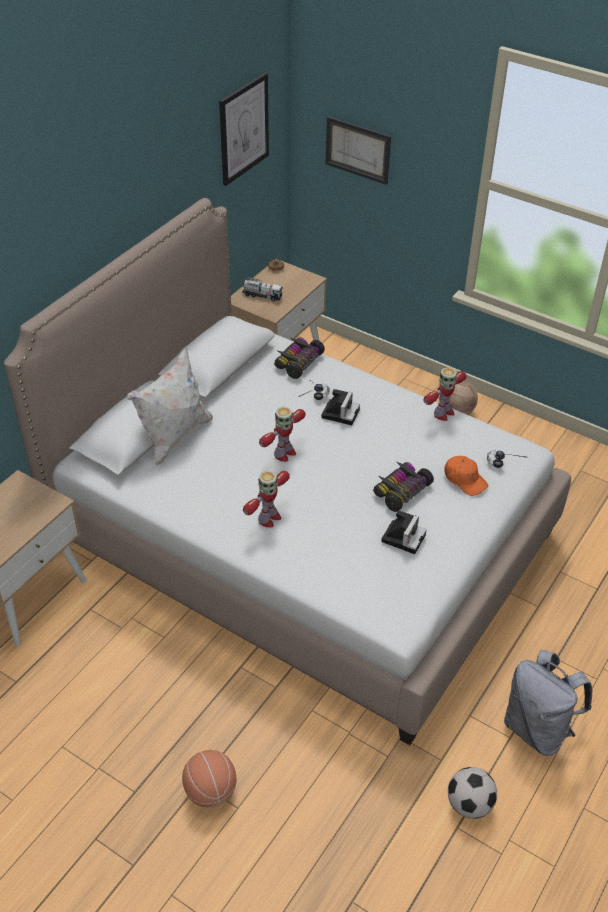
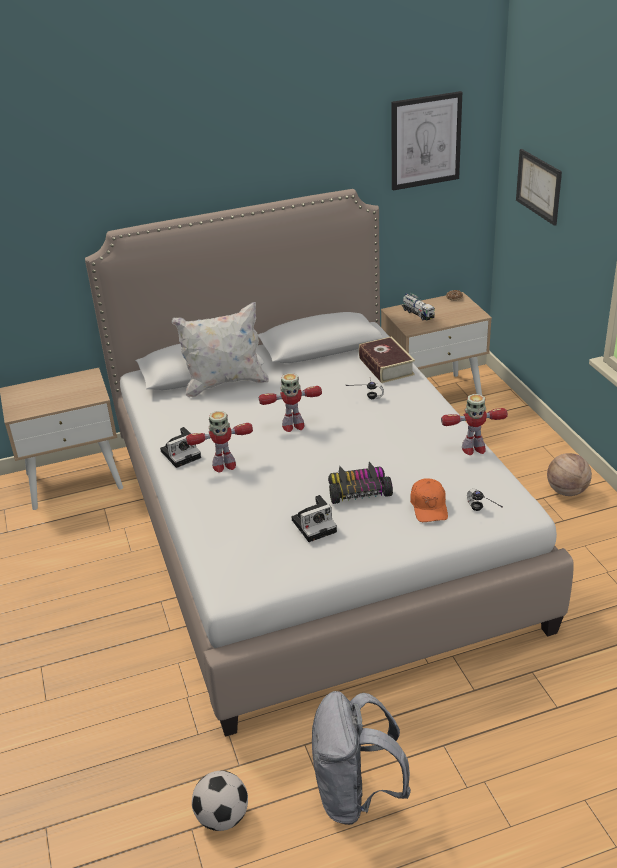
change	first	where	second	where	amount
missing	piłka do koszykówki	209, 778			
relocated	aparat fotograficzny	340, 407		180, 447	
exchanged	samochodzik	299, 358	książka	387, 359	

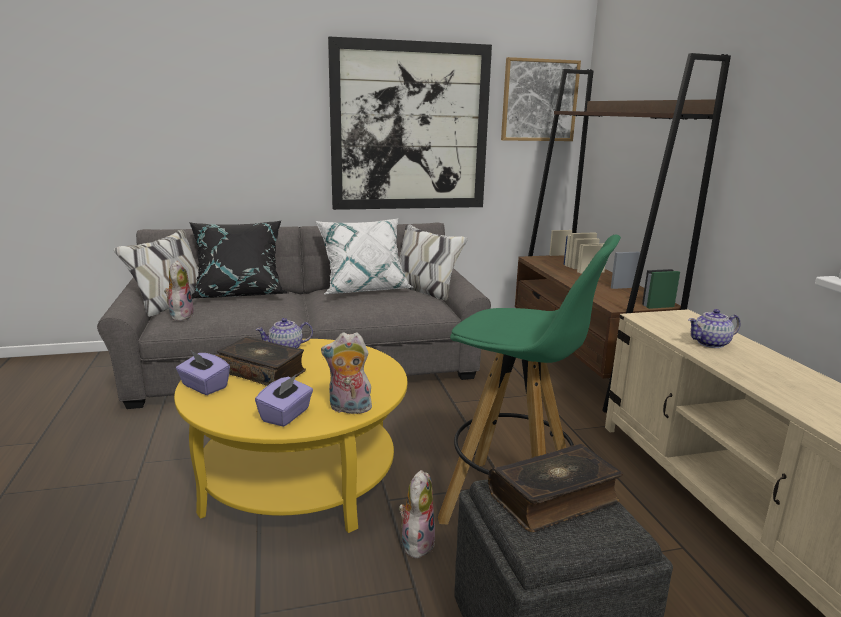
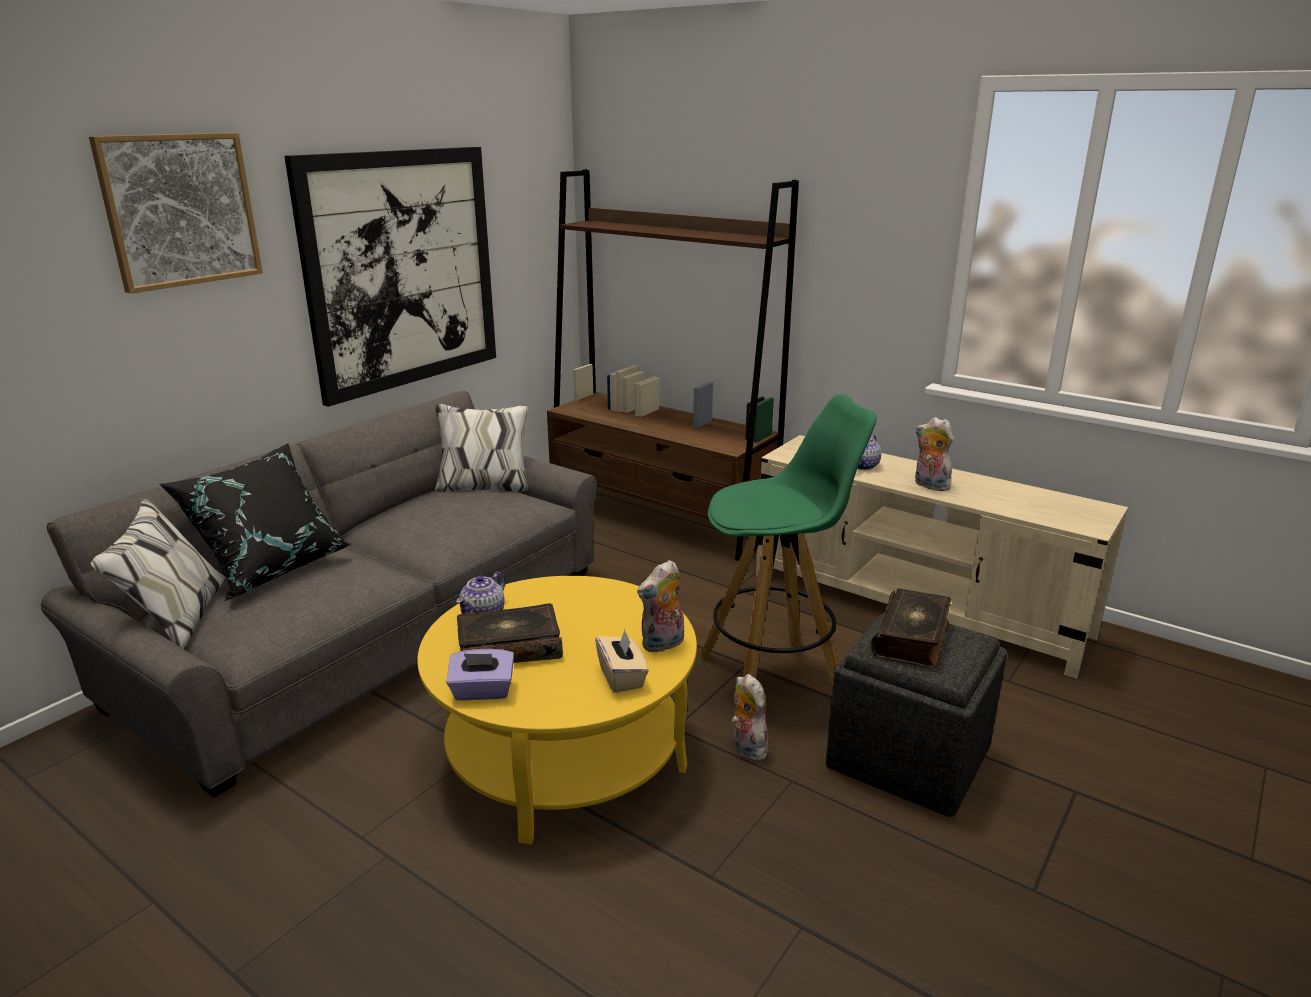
change	first	where	second	where	amount
missing	poduszka (biały)	364, 256			
relocated	pluszak	179, 291		934, 454	
relocated	obraz	541, 99		176, 213	
colour	pudełko chusteczek (fioletowy)	284, 401	pudełko chusteczek (beżowy)	622, 661	

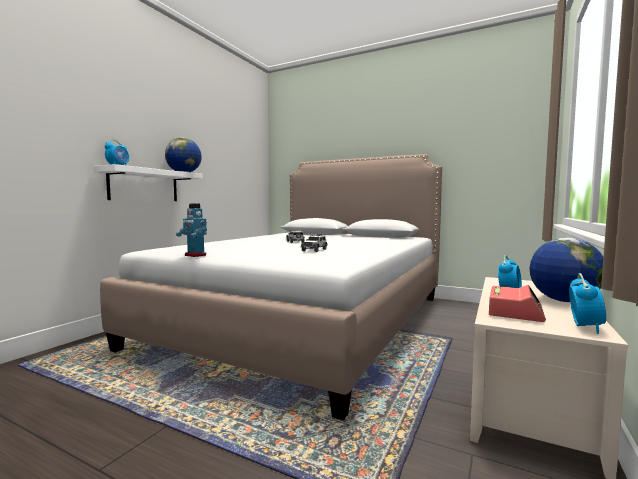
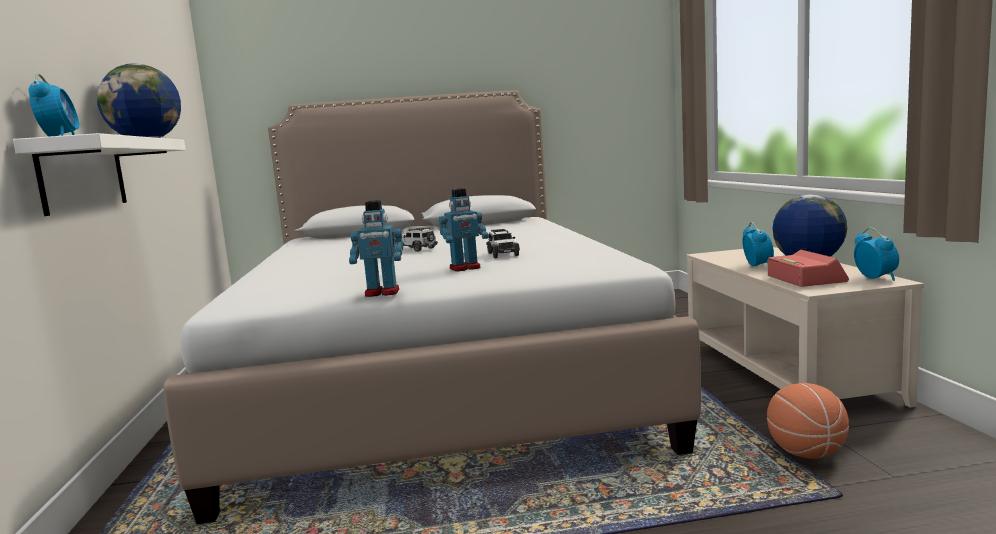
change	first	where	second	where	amount
appeared			robot zabawkowy	464, 229	
appeared			piłka do koszykówki	808, 421	

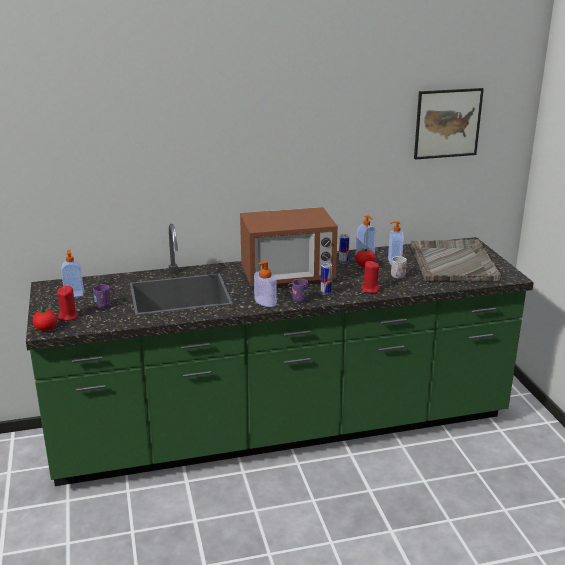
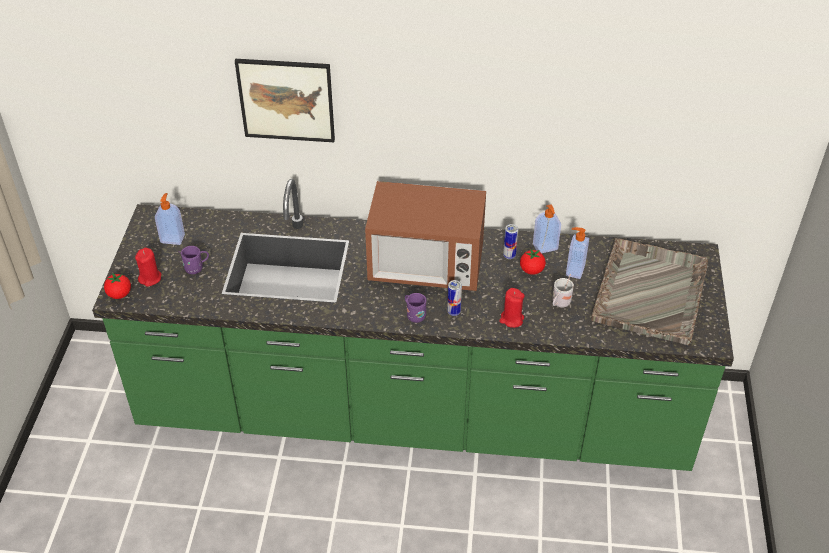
change	first	where	second	where	amount
missing	dozownik mydła	265, 284			
relocated	obraz	449, 124		285, 100	

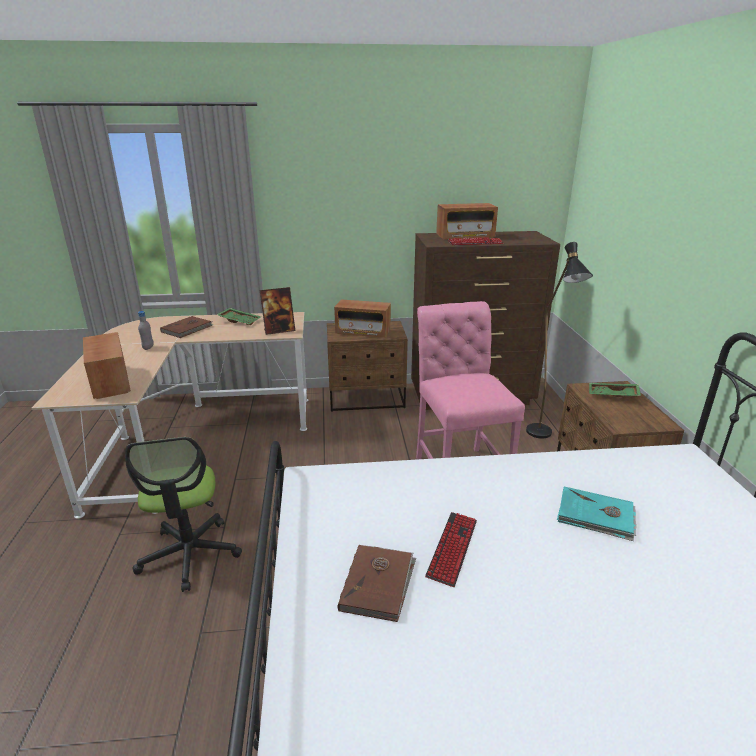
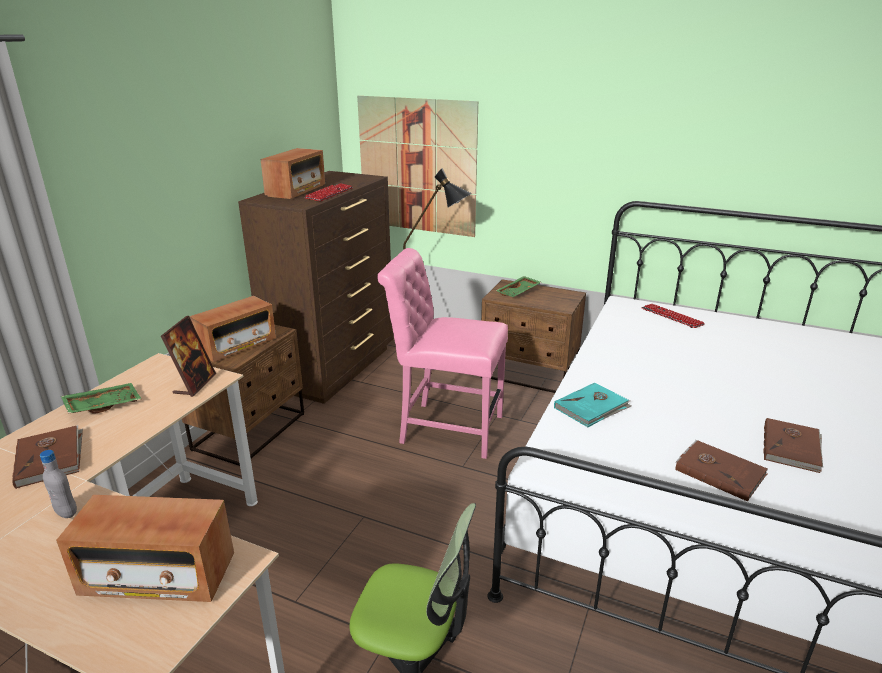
change	first	where	second	where	amount
appeared			obraz	417, 166	
appeared			książka (brązowy)	793, 445	
relocated	klawiatura	451, 549		673, 316	
relocated	książka (turkusowy)	596, 514		592, 405	

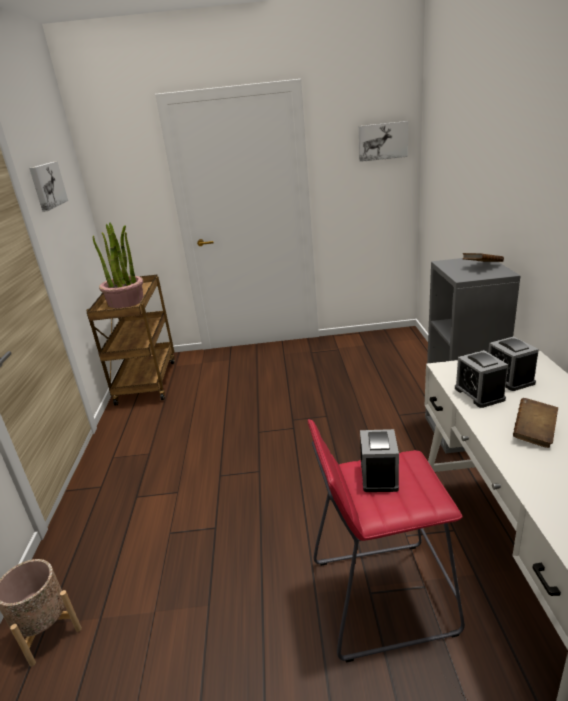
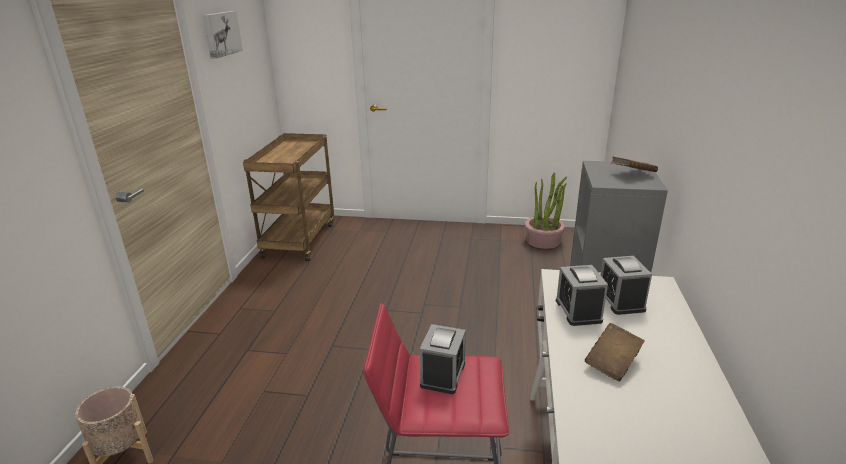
change	first	where	second	where	amount
missing	obraz	383, 141			
relocated	roślina doniczkowa	118, 265		546, 211	

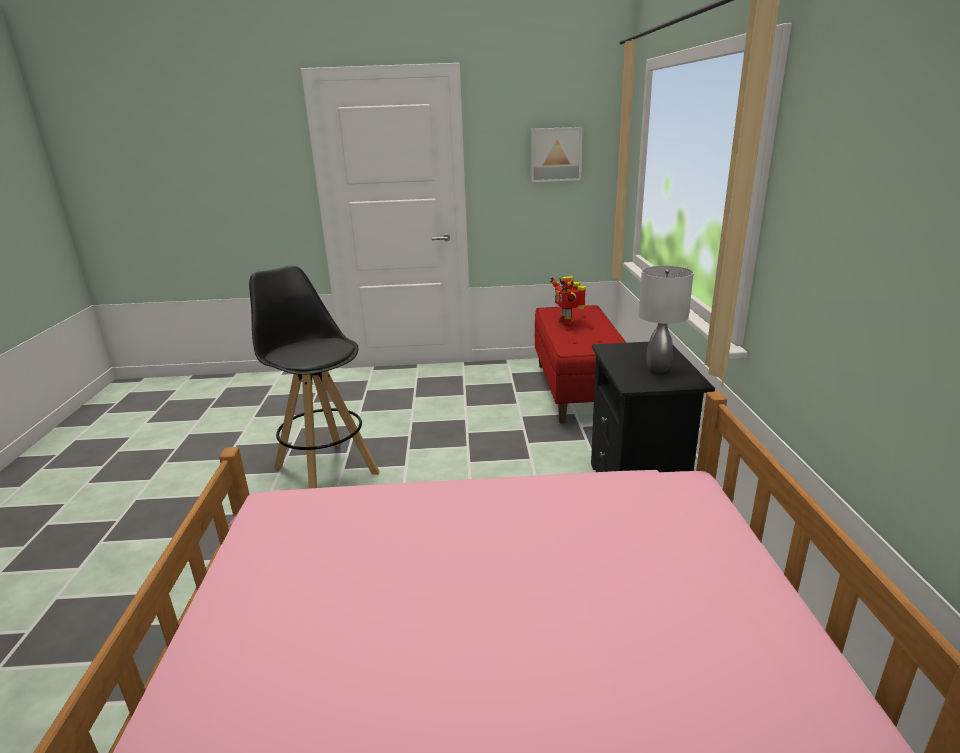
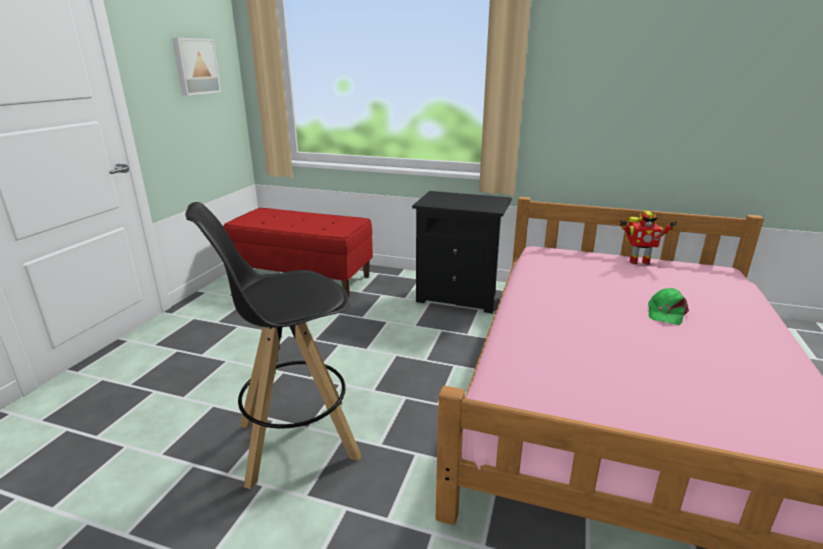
change	first	where	second	where	amount
missing	lampa stołowa (szary)	666, 319			
appeared			czapka z daszkiem (zielony)	668, 306	
relocated	robot zabawkowy	568, 300		648, 238	

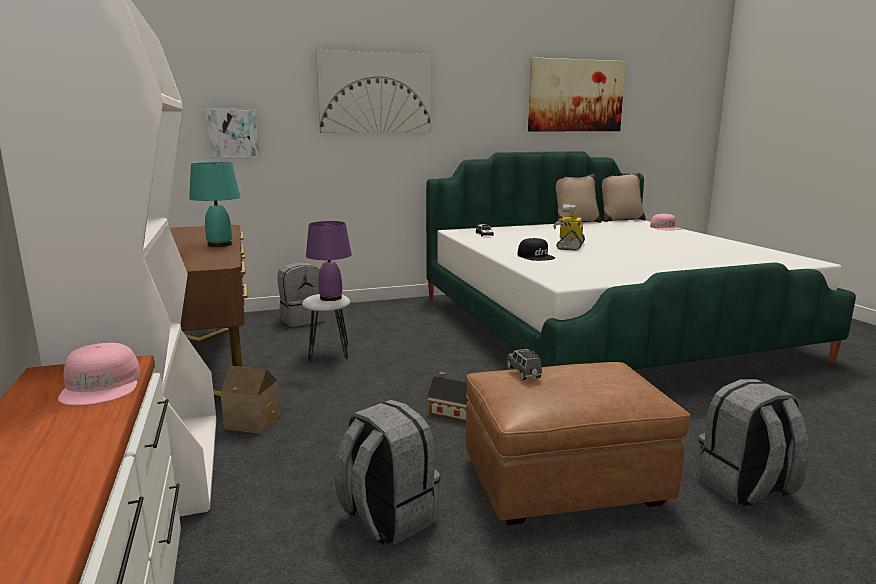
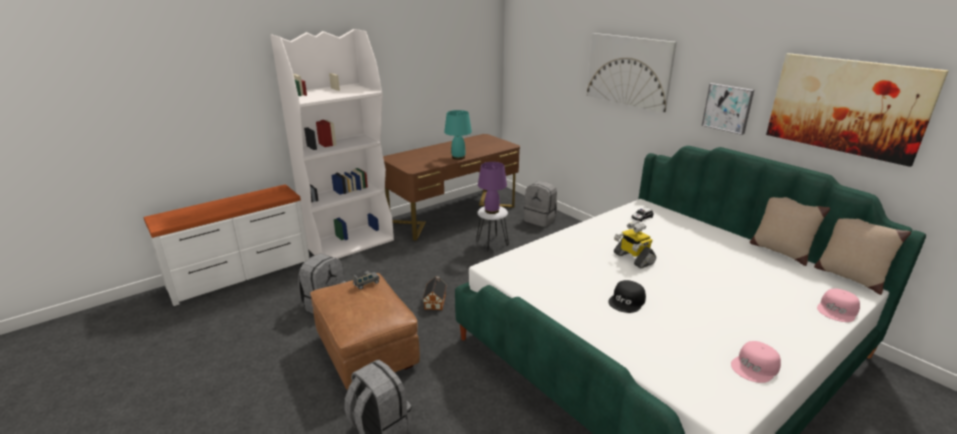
change	first	where	second	where	amount
missing	domek	250, 400			
relocated	czapka z daszkiem (różowy)	99, 374		756, 362	
relocated	obraz	233, 133		728, 109	
relocated	czapka z daszkiem (czarny)	536, 249		627, 296	
spun	robot zabawkowy	569, 227		635, 244	120 degrees counterclockwise

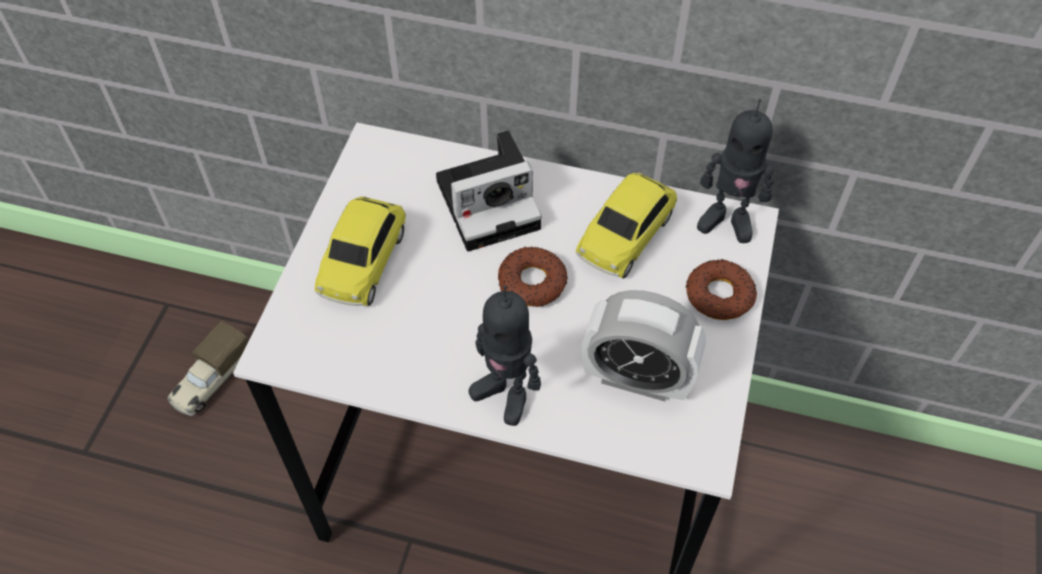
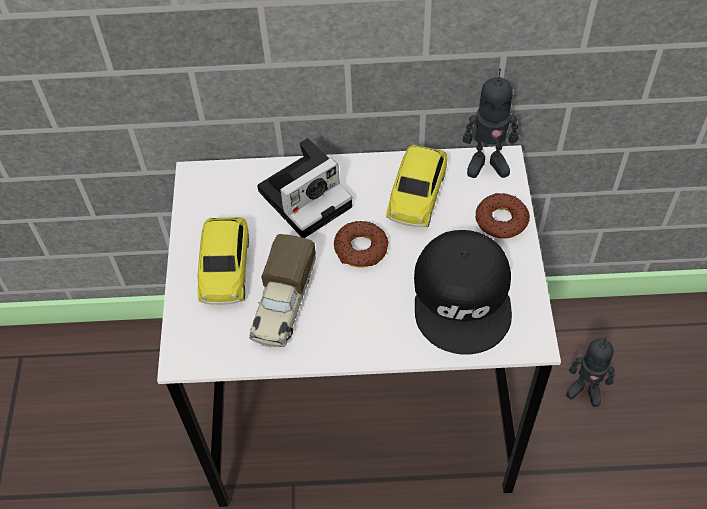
change	first	where	second	where	amount
relocated	ciężarówka zabawkowa	208, 368		282, 290	
relocated	robot zabawkowy	505, 355		590, 372	
exchanged	budzik	643, 345	czapka z daszkiem (czarny)	463, 292	

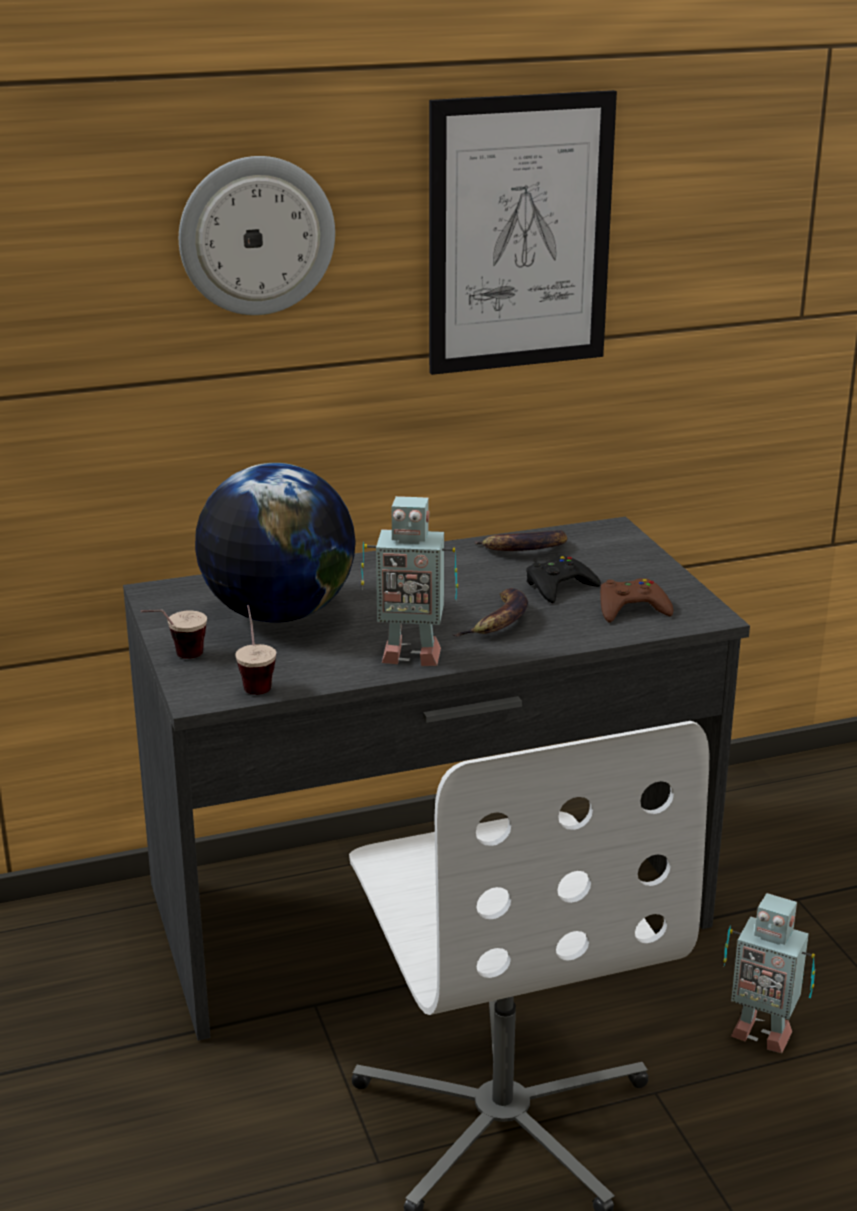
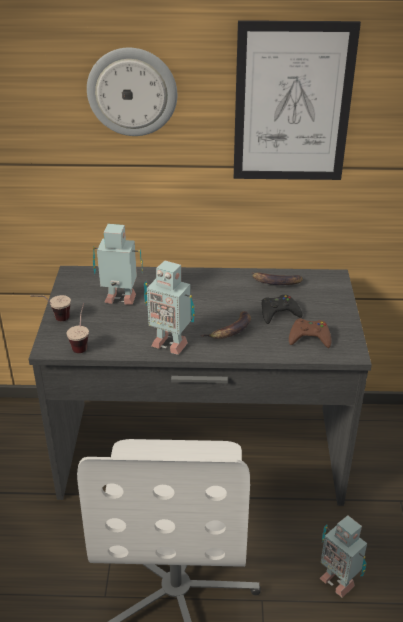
change	first	where	second	where	amount
exchanged	globus	275, 543	robot zabawkowy	118, 264	

